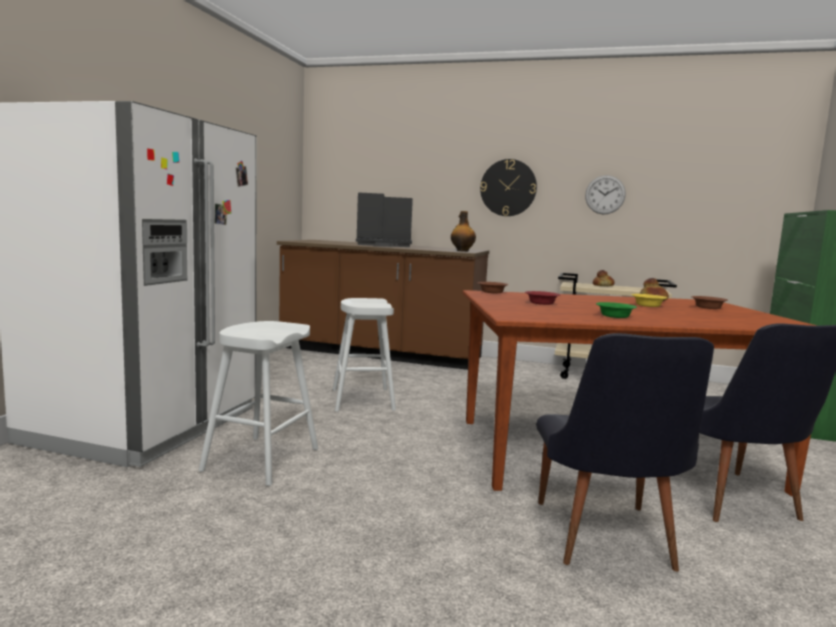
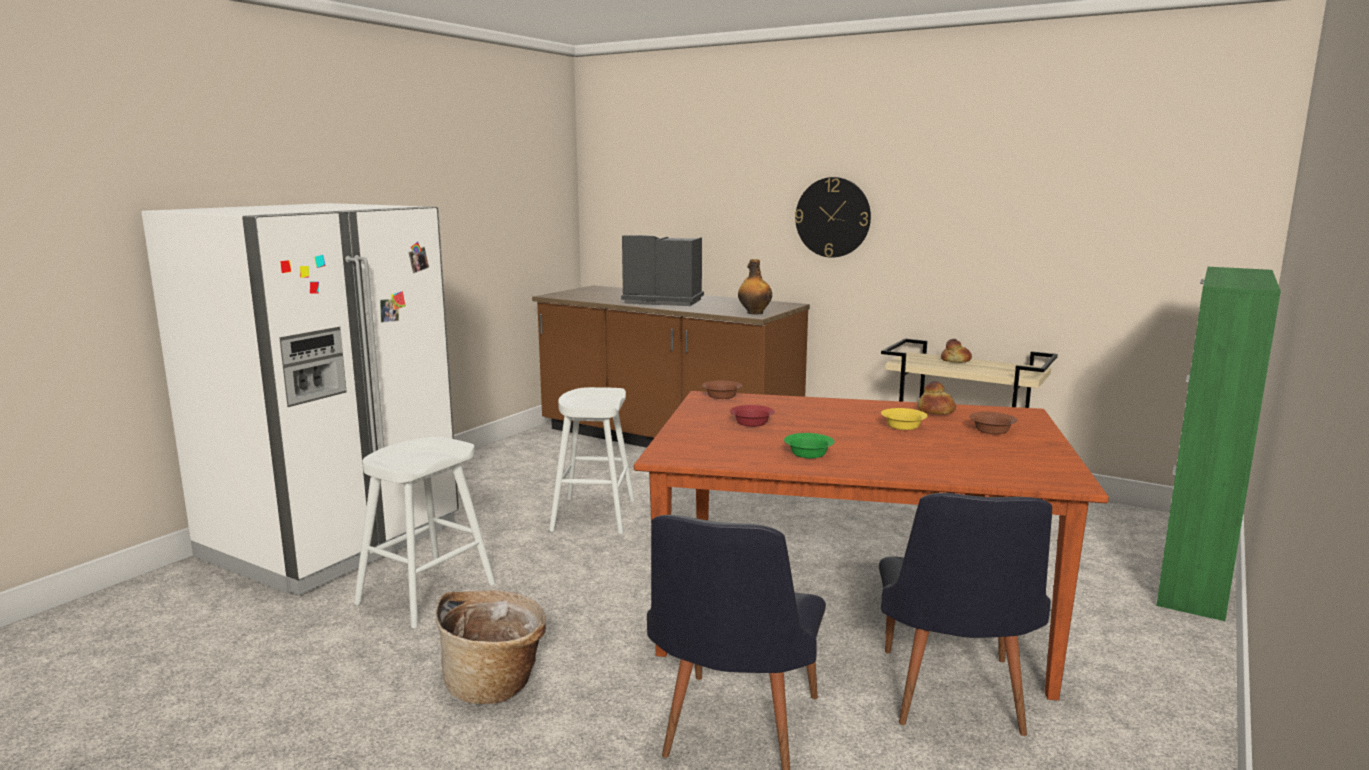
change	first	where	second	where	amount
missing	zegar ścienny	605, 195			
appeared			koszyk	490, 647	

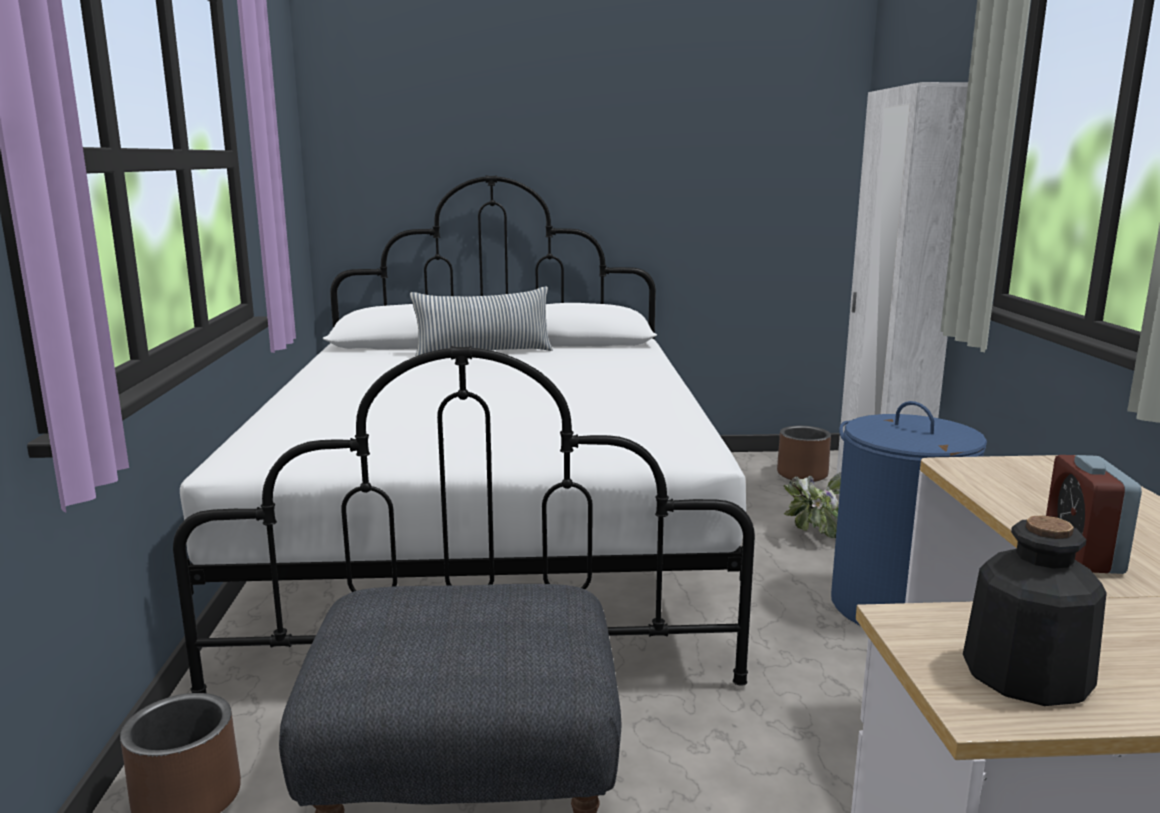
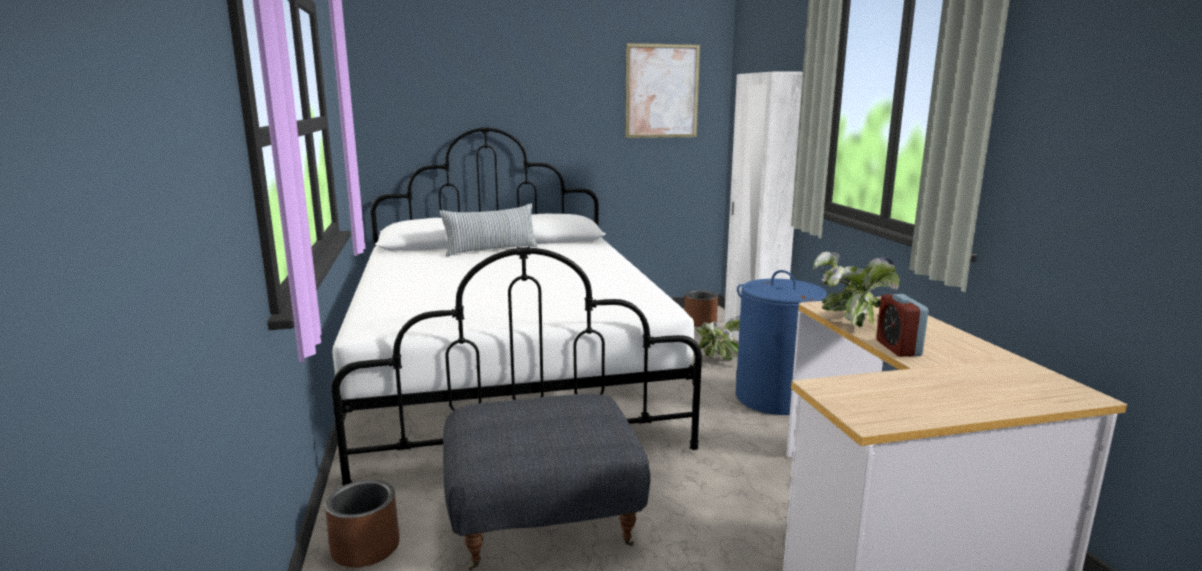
change	first	where	second	where	amount
missing	butelka	1035, 610			
appeared			obraz	662, 90	
appeared			roślina doniczkowa	856, 290	

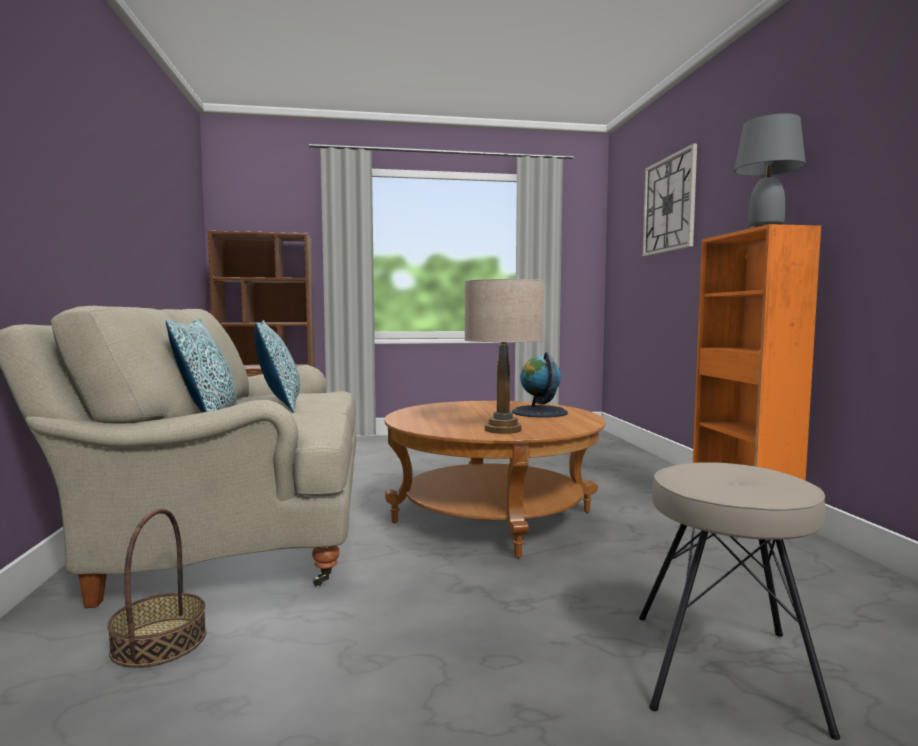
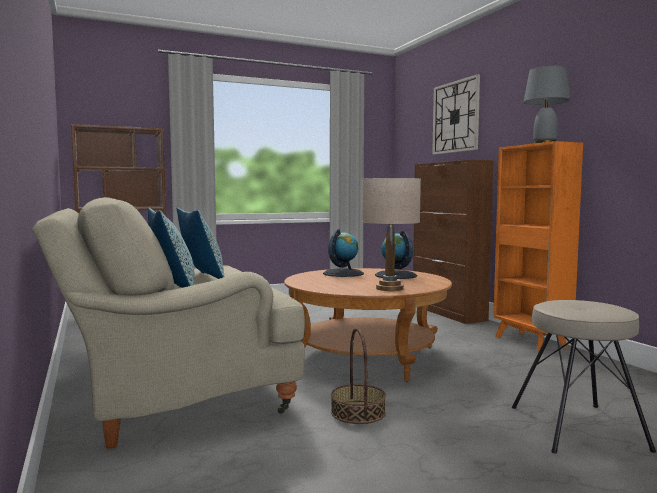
change	first	where	second	where	amount
appeared			globus	343, 253	
appeared			szafka (brązowy)	453, 242	
relocated	koszyk	156, 588		358, 376	

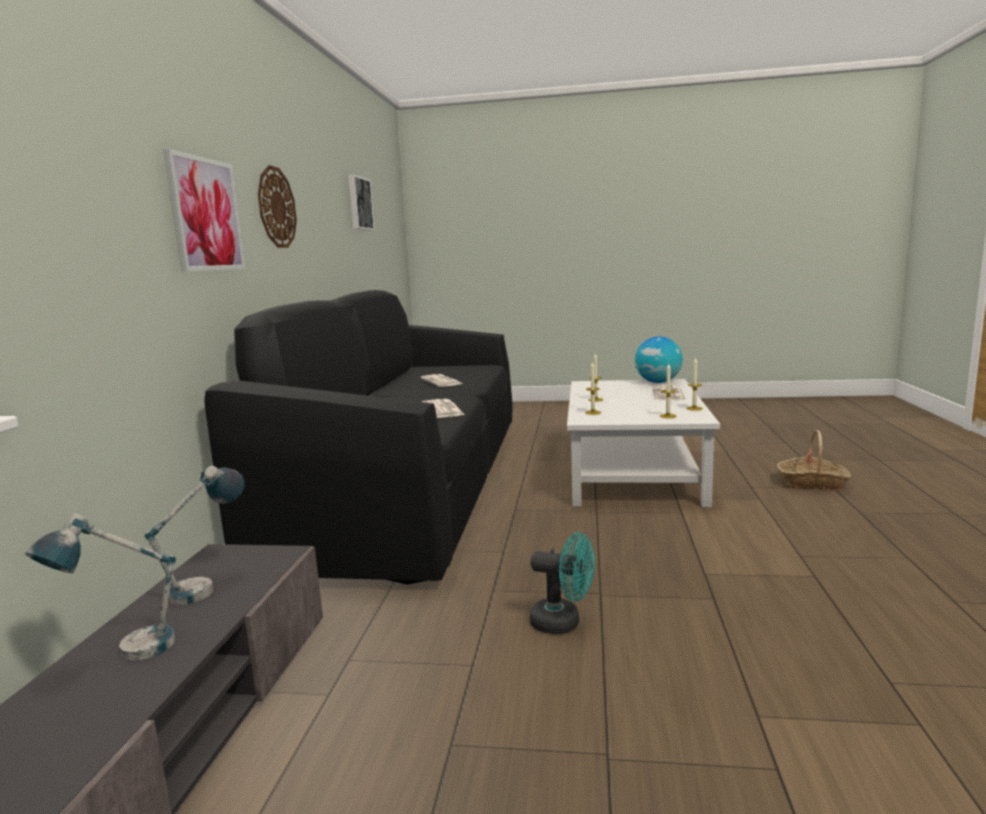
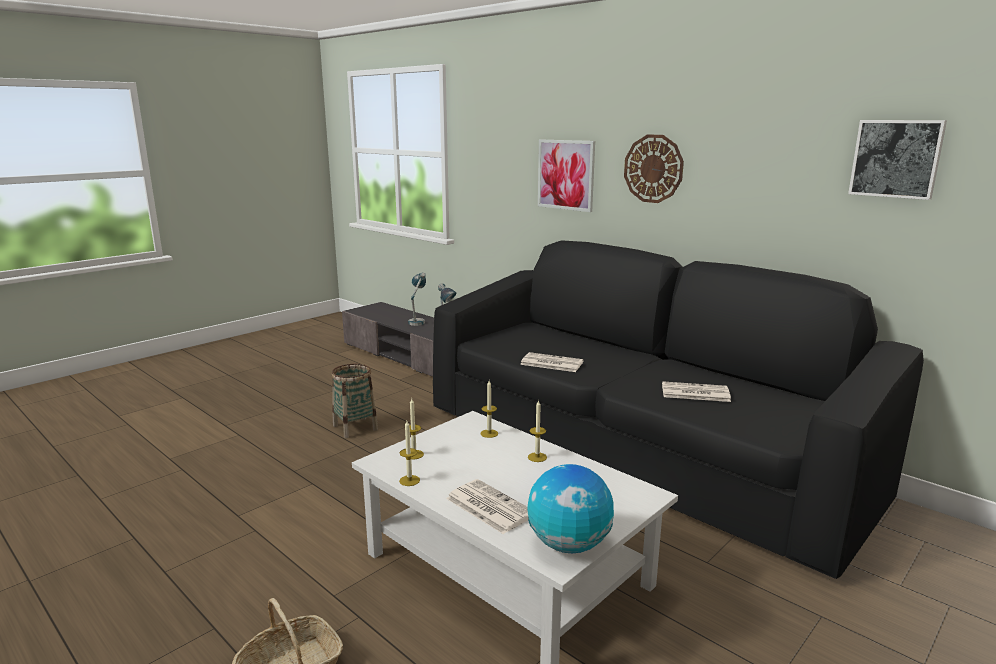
change	first	where	second	where	amount
exchanged	wentylator (turkusowy)	562, 583	koszyk	354, 401	

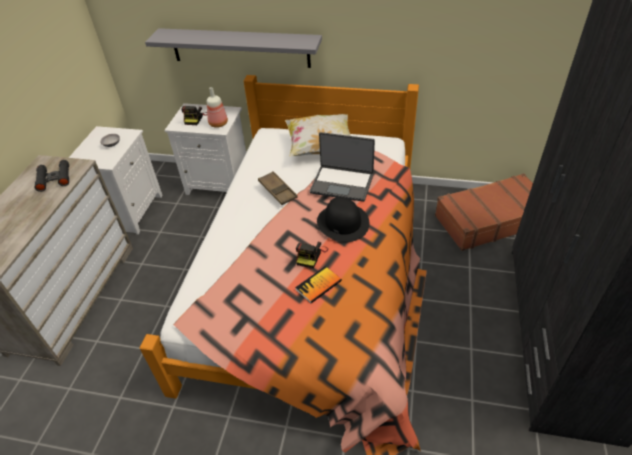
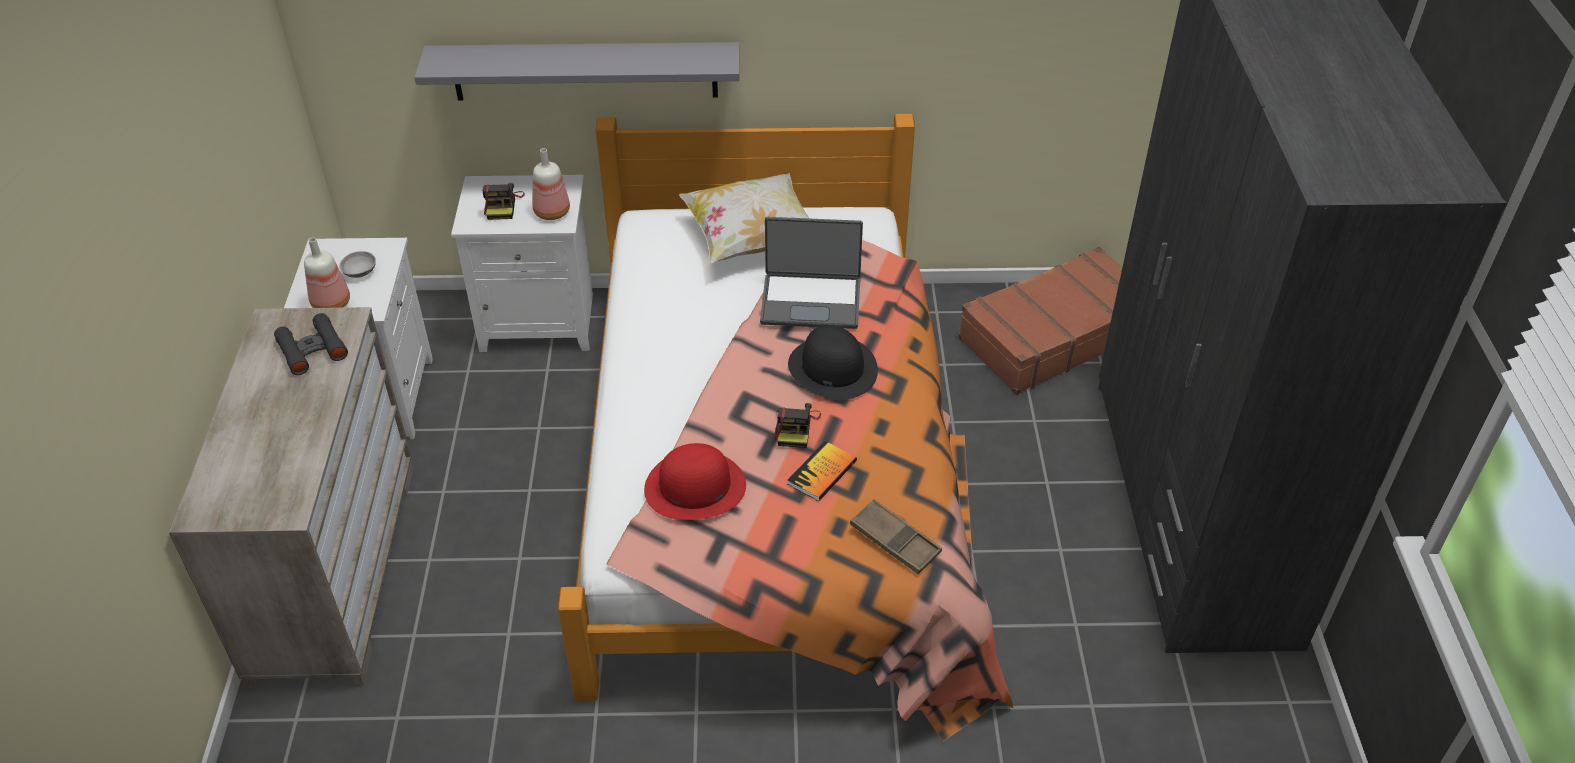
change	first	where	second	where	amount
appeared			butelka	327, 273	
appeared			kapelusz (czerwony)	695, 481	
relocated	taca (brązowy)	278, 188		896, 536	

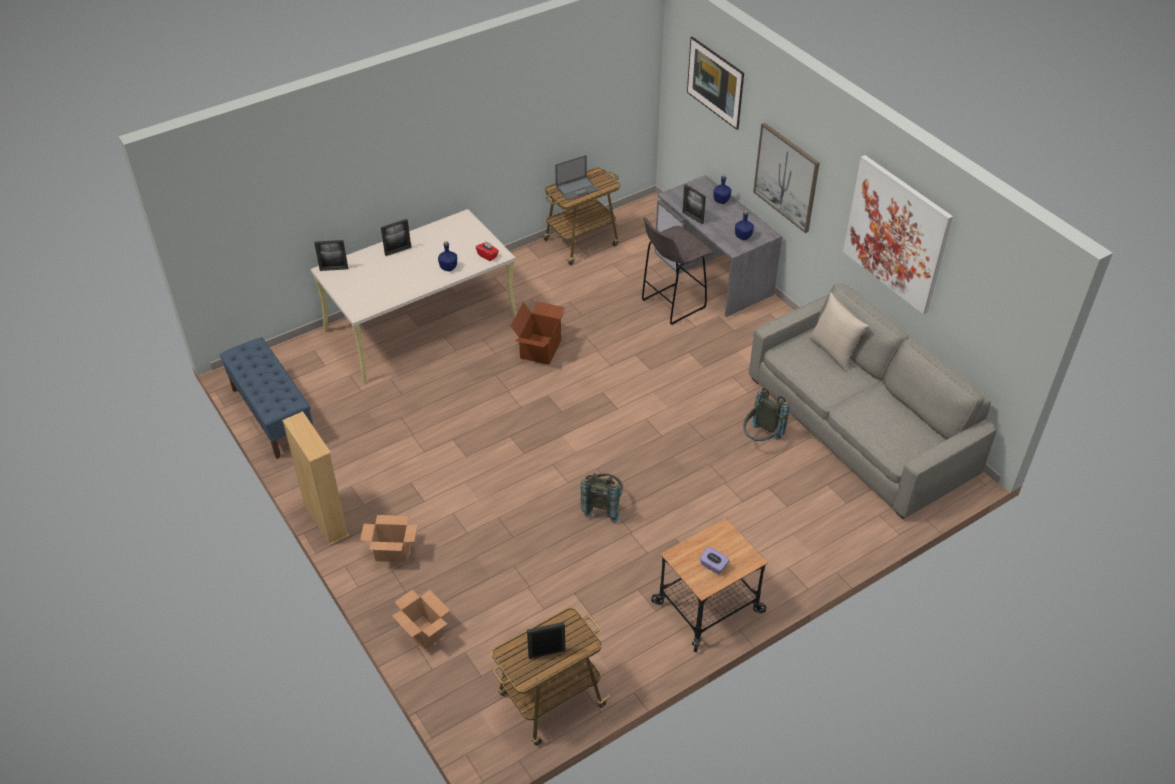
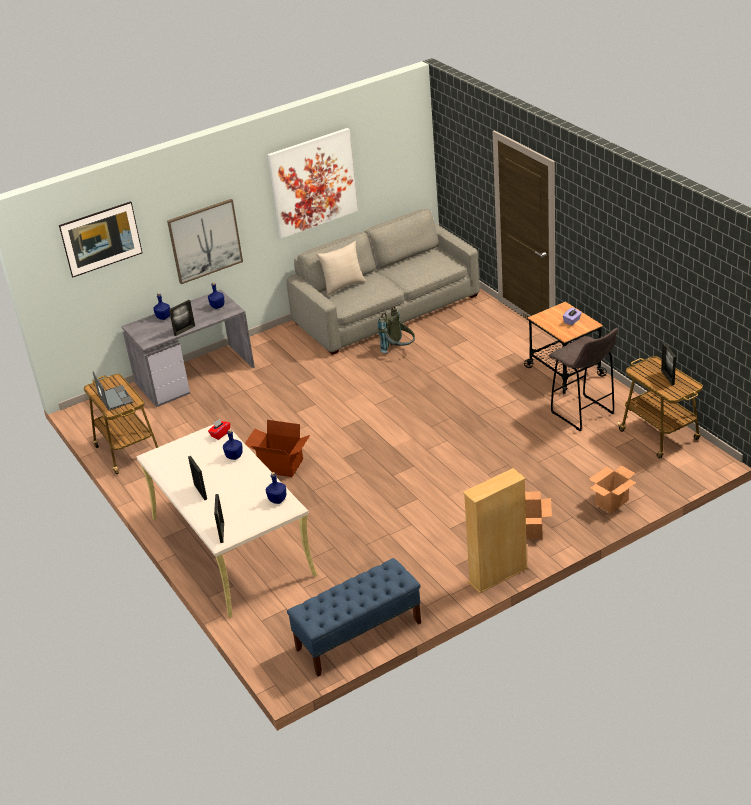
change	first	where	second	where	amount
missing	plecak (szary)	602, 498			
appeared			butelka (niebieski)	276, 488	
relocated	stołek (szary)	677, 271		583, 379	

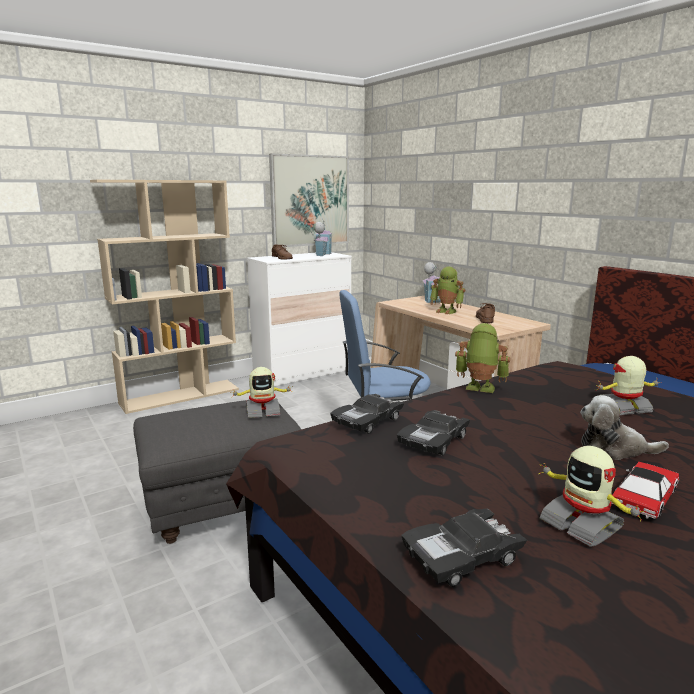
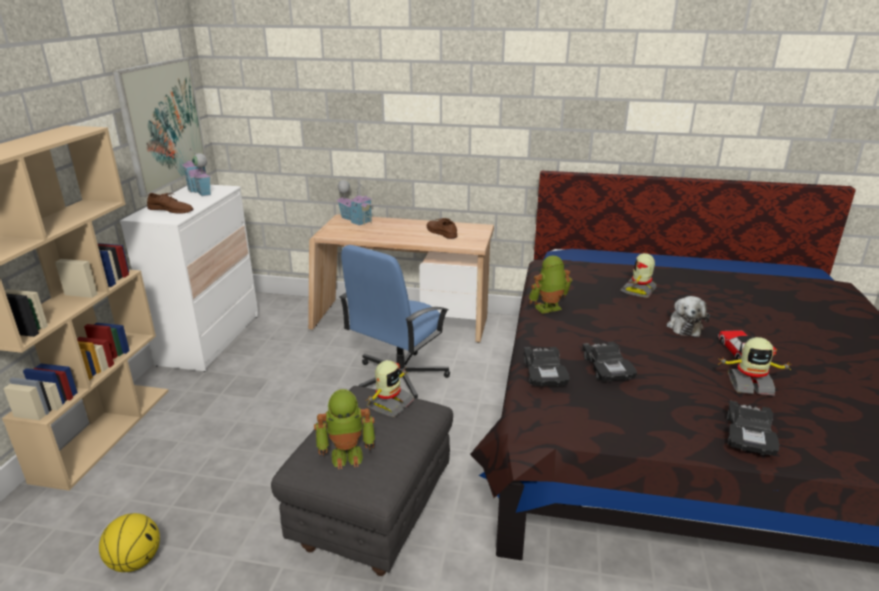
change	first	where	second	where	amount
appeared			piłka do koszykówki	129, 542	
relocated	robot zabawkowy	447, 290		344, 429	
spun	pluszak	624, 427		688, 316	45 degrees counterclockwise

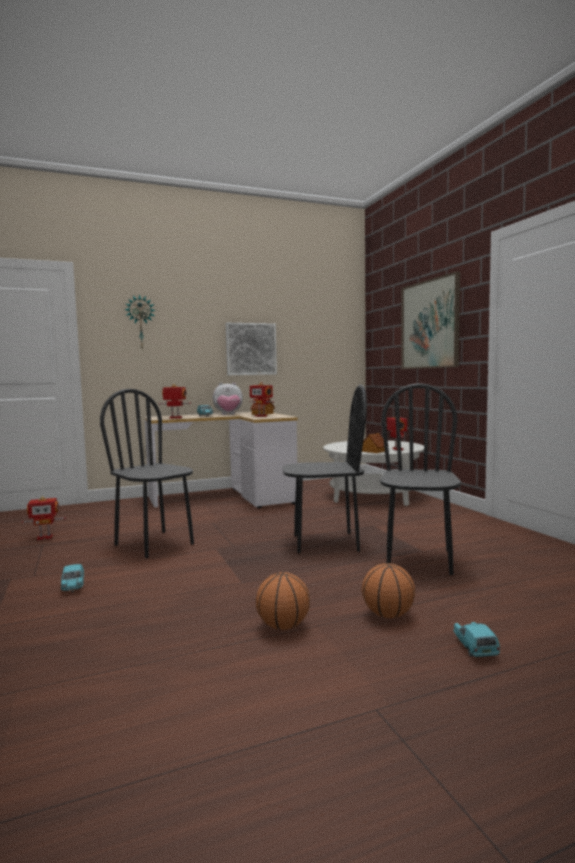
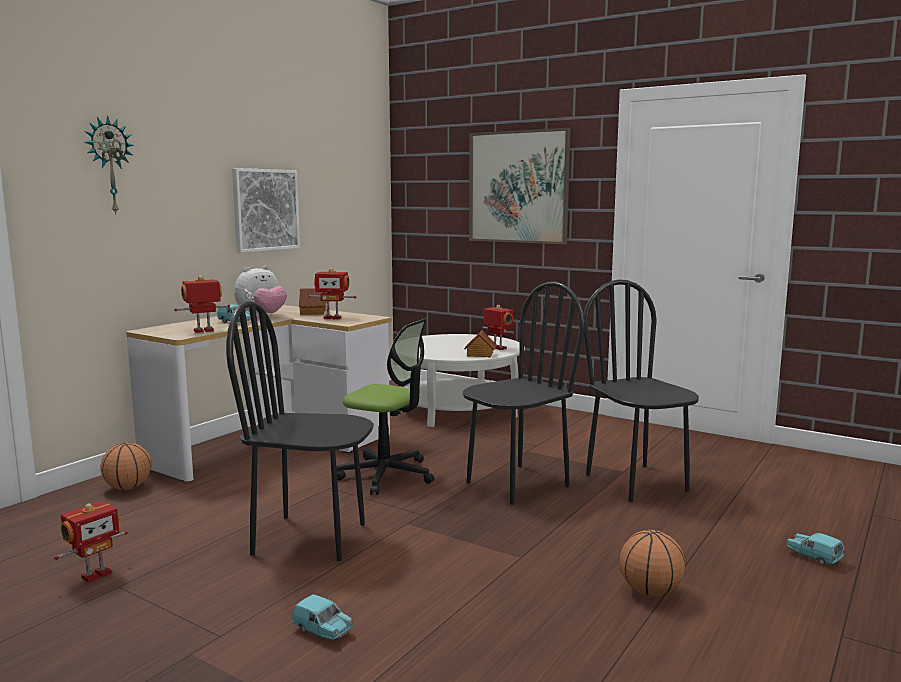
change	first	where	second	where	amount
appeared			krzesło biurowe	385, 407	
relocated	piłka do koszykówki	388, 590		126, 466	

